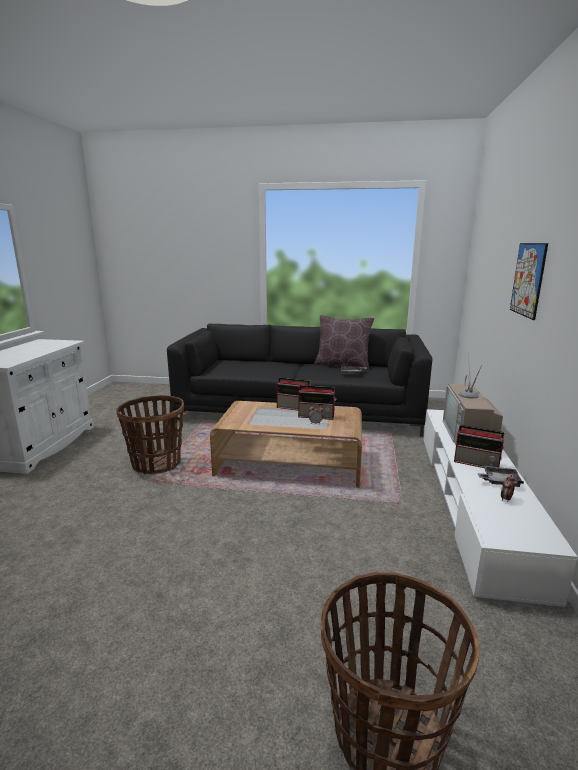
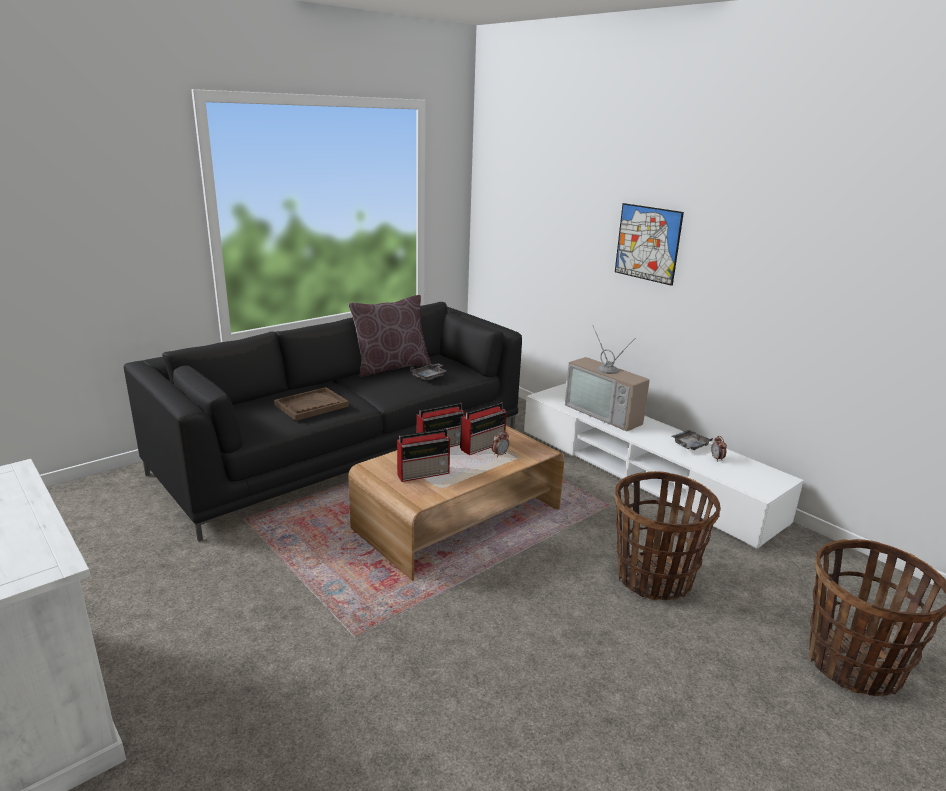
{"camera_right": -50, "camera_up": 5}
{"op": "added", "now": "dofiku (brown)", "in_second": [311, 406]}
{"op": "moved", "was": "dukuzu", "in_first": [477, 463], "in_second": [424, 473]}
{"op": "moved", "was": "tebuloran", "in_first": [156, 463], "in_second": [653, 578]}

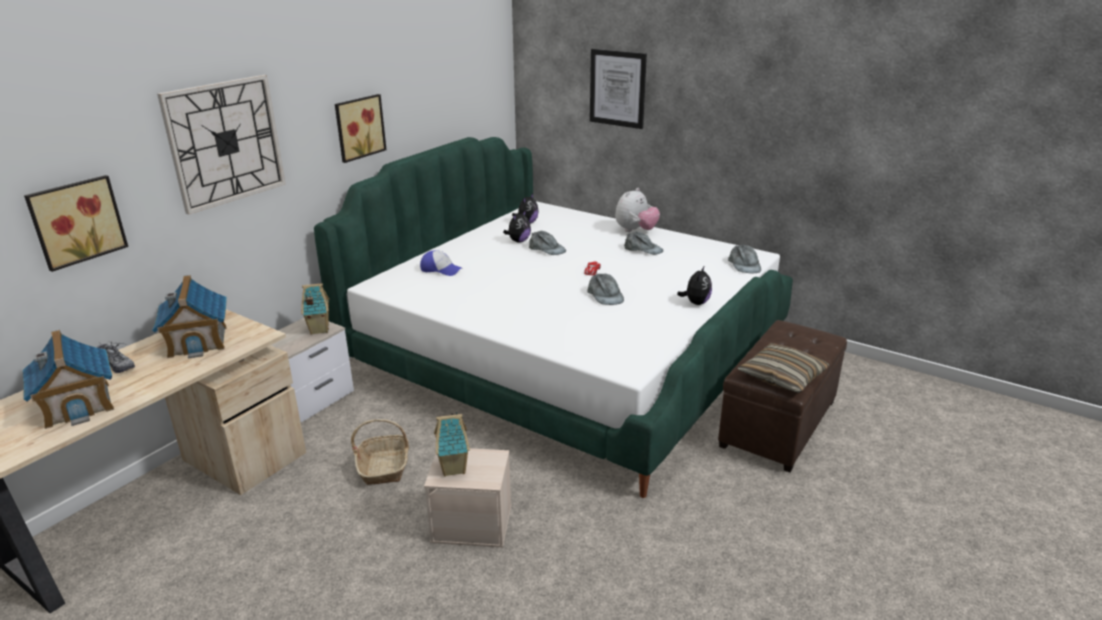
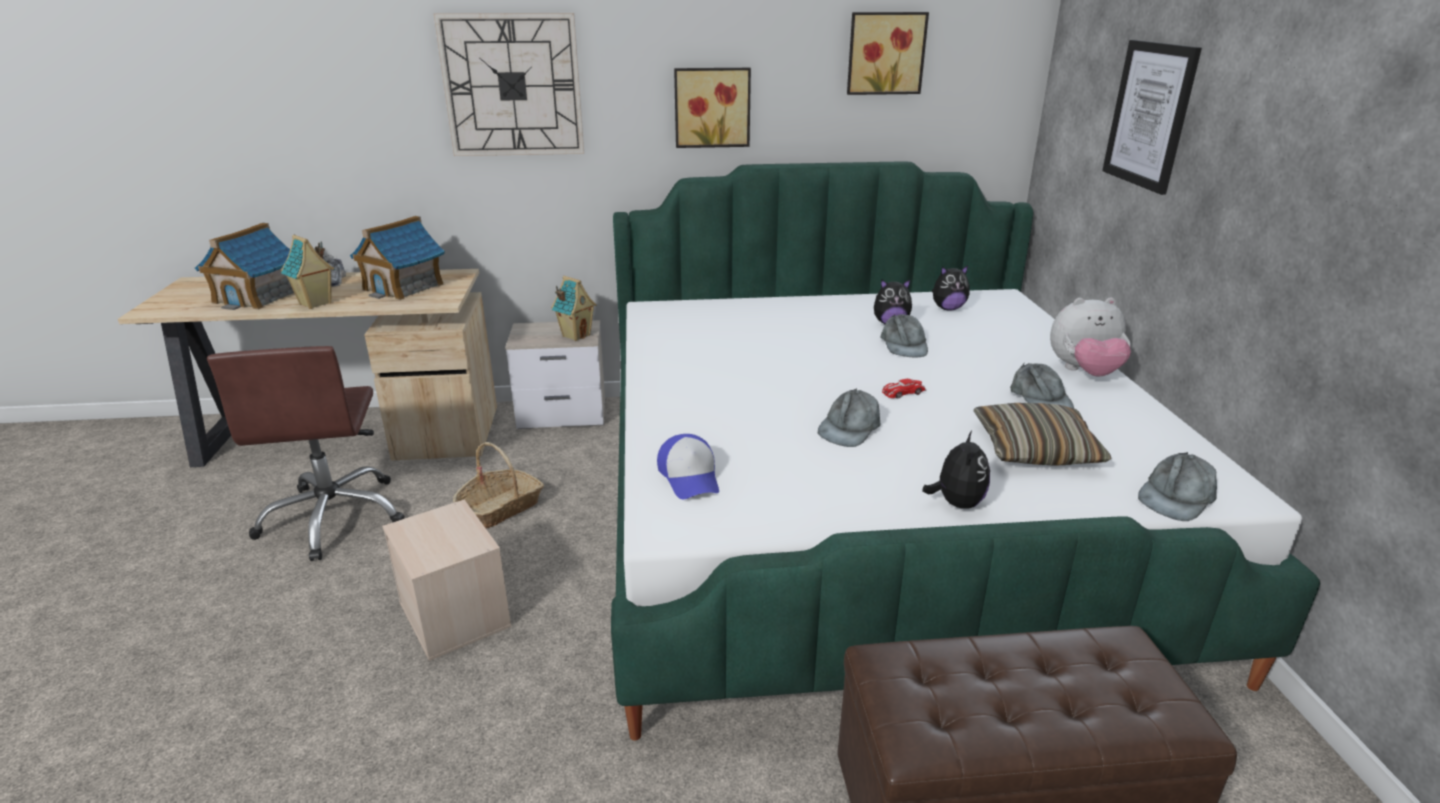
{"camera_right": 50, "camera_up": 0}
{"op": "added", "now": "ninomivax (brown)", "in_second": [334, 517]}
{"op": "moved", "was": "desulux", "in_first": [454, 468], "in_second": [315, 304]}
{"op": "moved", "was": "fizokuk", "in_first": [441, 269], "in_second": [690, 477]}
{"op": "moved", "was": "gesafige", "in_first": [76, 221], "in_second": [885, 53]}
{"op": "turned", "was": "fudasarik", "in_first": [696, 303], "in_second": [956, 503], "clockwise": -60}
{"op": "moved", "was": "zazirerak", "in_first": [782, 377], "in_second": [1035, 449]}

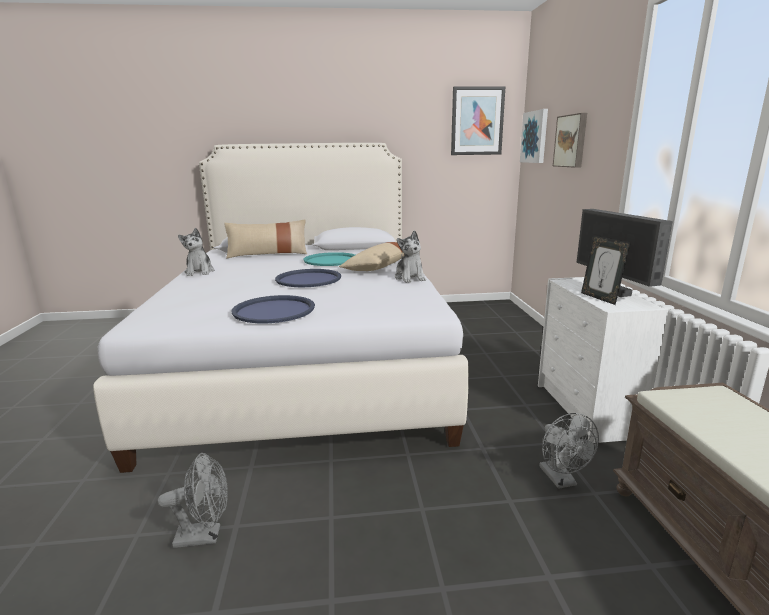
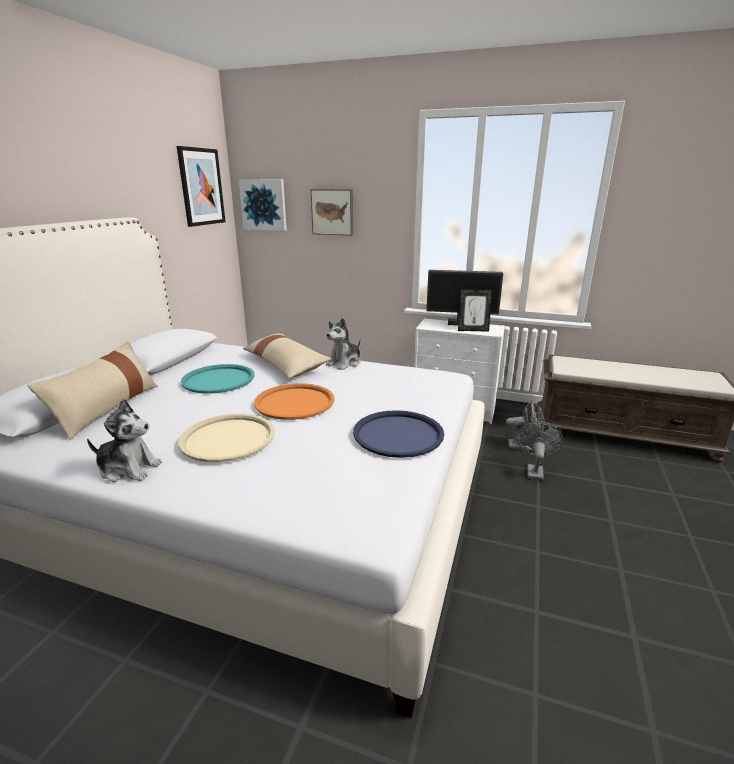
{"camera_right": -65, "camera_up": 5}
{"op": "added", "now": "dofiku (beige)", "in_second": [228, 438]}
{"op": "recoloured", "was": "dofiku (blue)", "now": "dofiku (orange)", "in_first": [308, 279], "in_second": [294, 402]}
{"op": "turned", "was": "fudasarik", "in_first": [410, 278], "in_second": [345, 363], "clockwise": 120}
{"op": "moved", "was": "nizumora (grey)", "in_first": [205, 535], "in_second": [534, 470]}

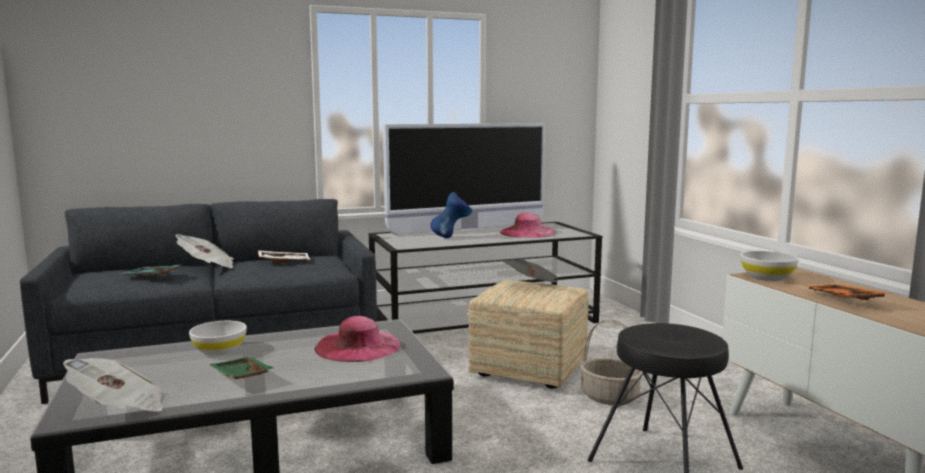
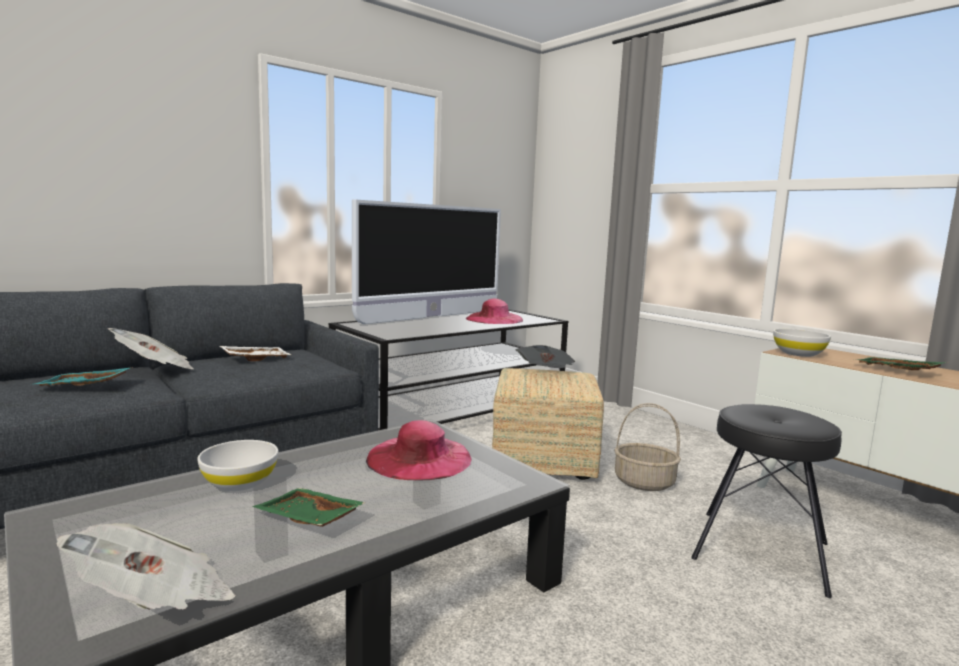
{"camera_right": -20, "camera_up": 0}
{"op": "recoloured", "was": "dofiku (orange)", "now": "dofiku (green)", "in_first": [843, 300], "in_second": [896, 371]}
{"op": "removed", "was": "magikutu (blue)", "in_first": [451, 237]}

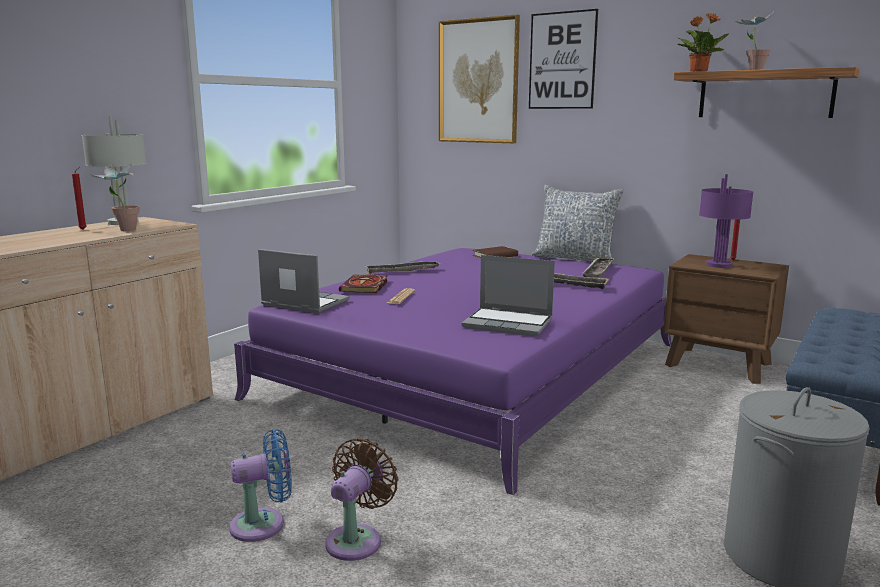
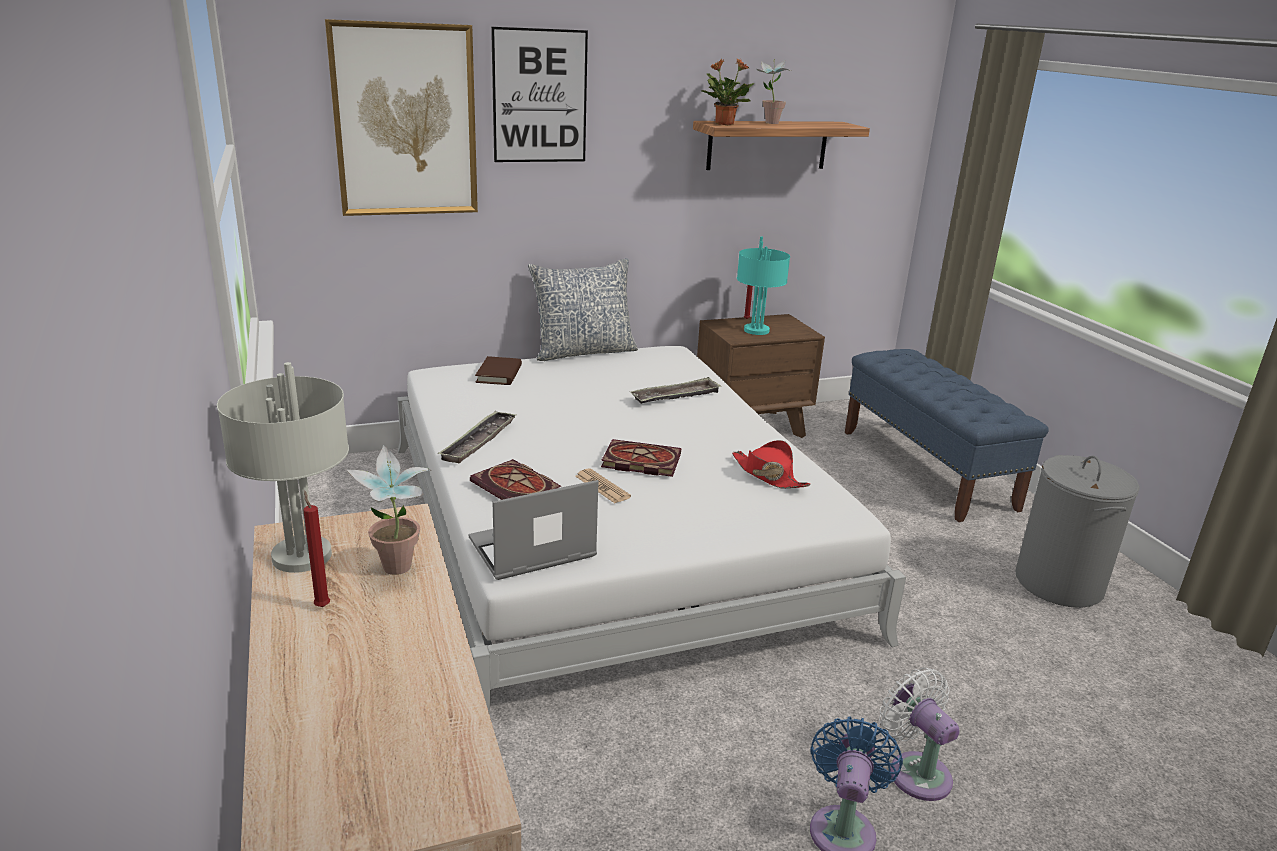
{"camera_right": -55, "camera_up": 10}
{"op": "recoloured", "was": "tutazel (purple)", "now": "tutazel (white)", "in_first": [475, 369], "in_second": [608, 533]}
{"op": "added", "now": "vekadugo", "in_second": [639, 461]}
{"op": "replaced", "was": "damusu", "now": "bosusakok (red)", "in_first": [509, 324], "in_second": [768, 475]}
{"op": "recoloured", "was": "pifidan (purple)", "now": "pifidan (turquoise)", "in_first": [720, 265], "in_second": [757, 330]}
{"op": "recoloured", "was": "nizumora (brown)", "now": "nizumora (white)", "in_first": [357, 539], "in_second": [915, 771]}
{"op": "removed", "was": "dofiku", "in_first": [598, 272]}

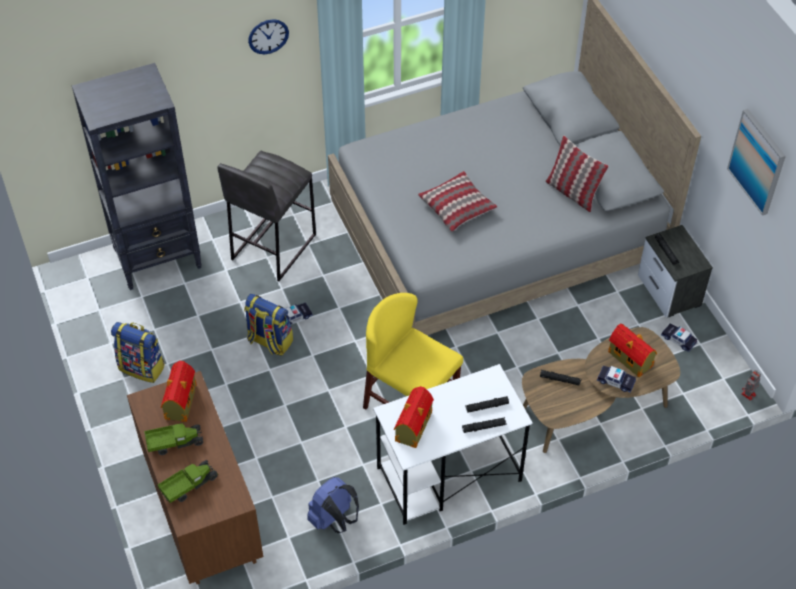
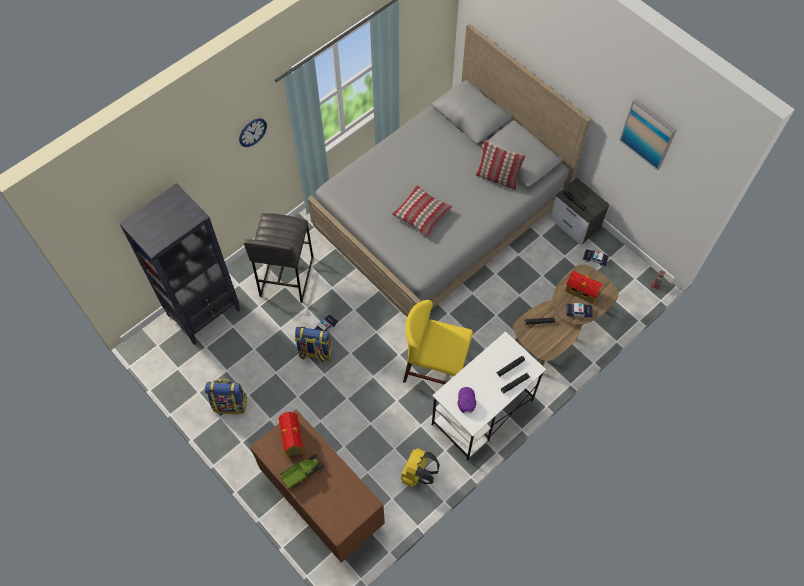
{"camera_right": -20, "camera_up": 10}
{"op": "recoloured", "was": "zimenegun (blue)", "now": "zimenegun (yellow)", "in_first": [334, 520], "in_second": [418, 474]}
{"op": "replaced", "was": "desulux", "now": "fizokuk (purple)", "in_first": [413, 427], "in_second": [466, 401]}
{"op": "removed", "was": "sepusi", "in_first": [189, 485]}

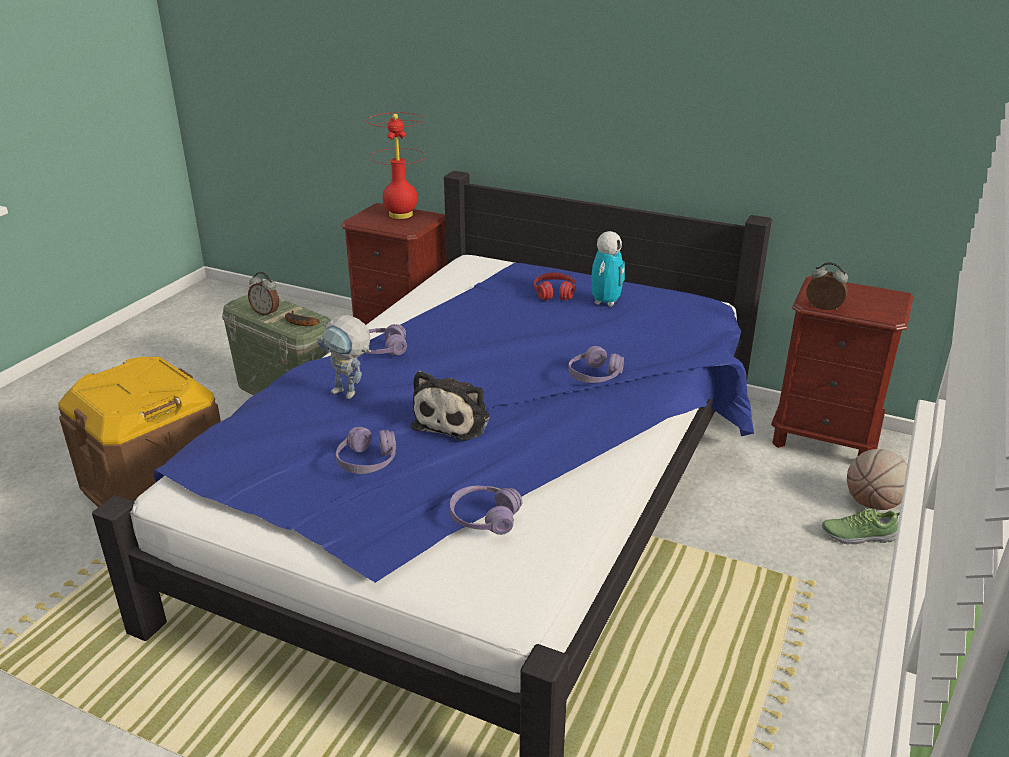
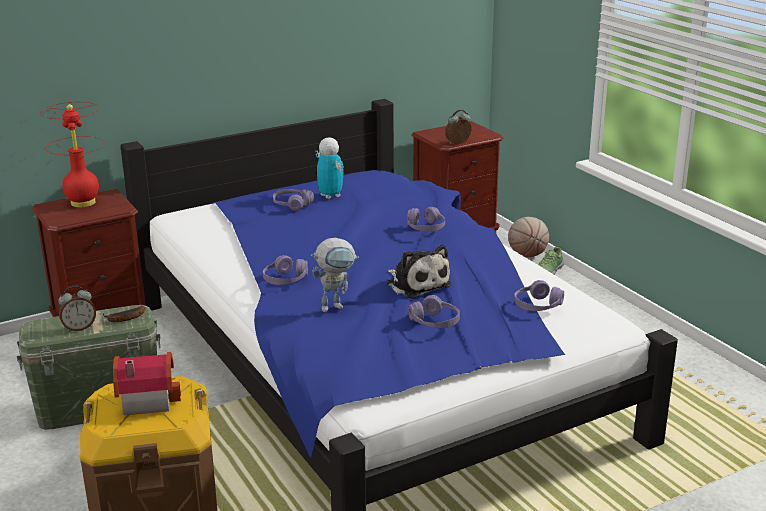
{"camera_right": -55, "camera_up": -5}
{"op": "added", "now": "desulux", "in_second": [146, 399]}
{"op": "recoloured", "was": "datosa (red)", "now": "datosa (purple)", "in_first": [554, 293], "in_second": [292, 205]}

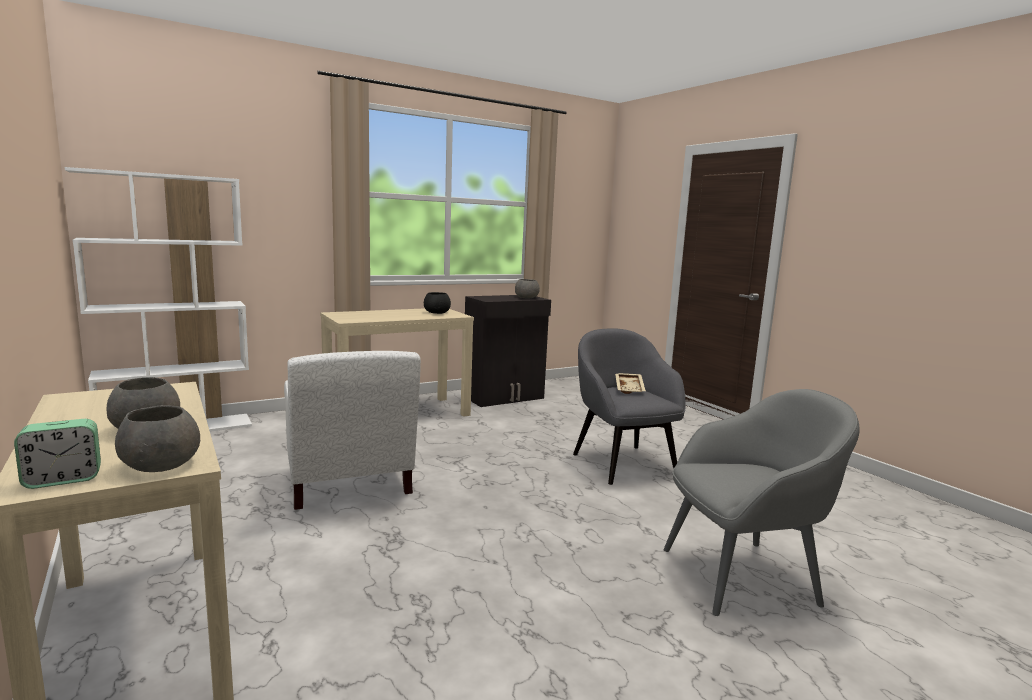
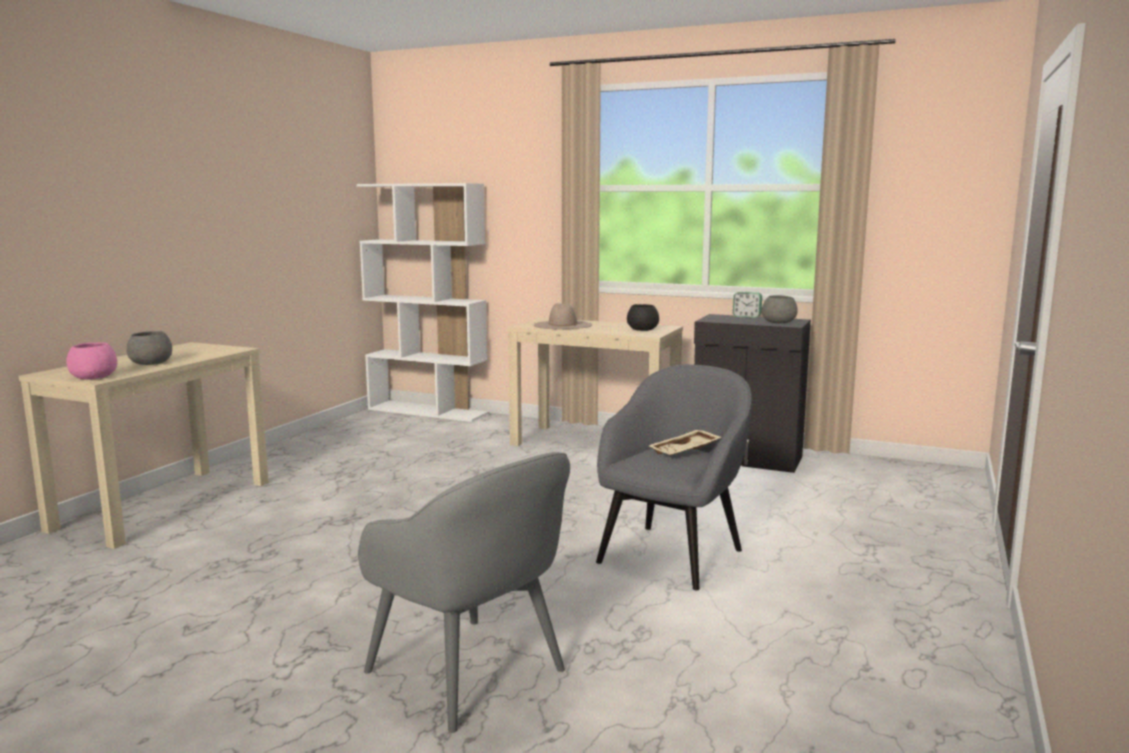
{"camera_right": 55, "camera_up": 0}
{"op": "recoloured", "was": "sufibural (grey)", "now": "sufibural (pink)", "in_first": [161, 465], "in_second": [93, 377]}
{"op": "added", "now": "bosusakok (beige)", "in_second": [562, 325]}
{"op": "moved", "was": "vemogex", "in_first": [63, 479], "in_second": [746, 316]}
{"op": "removed", "was": "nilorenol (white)", "in_first": [348, 485]}

